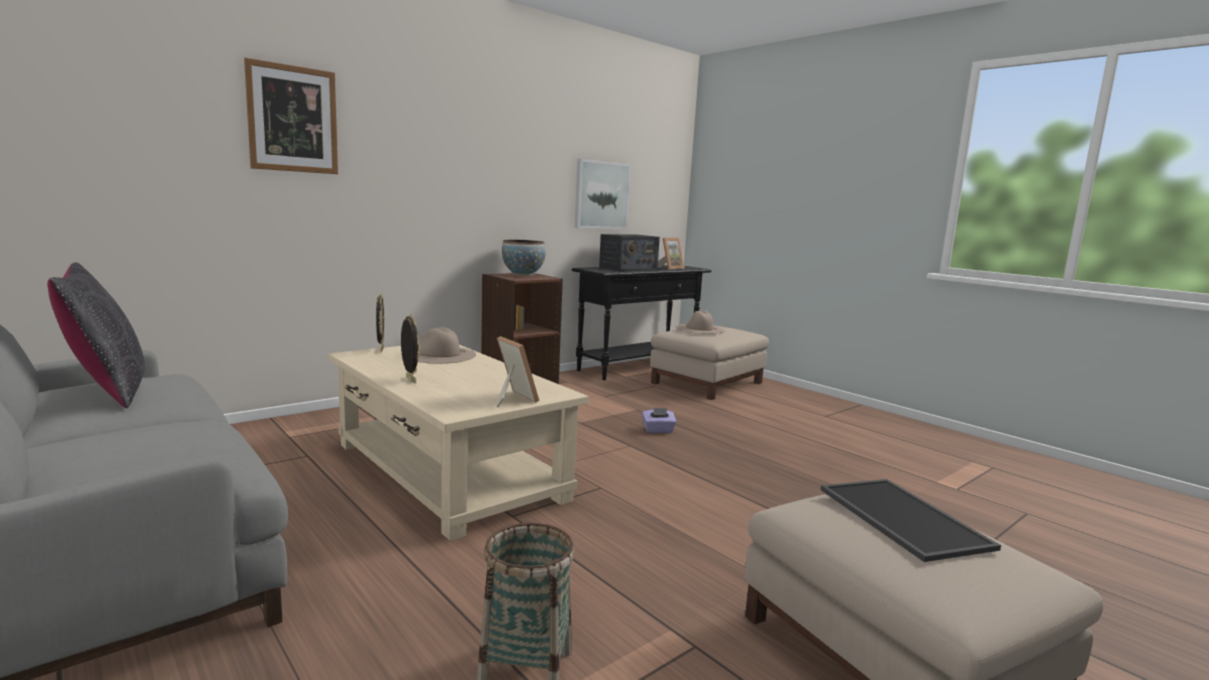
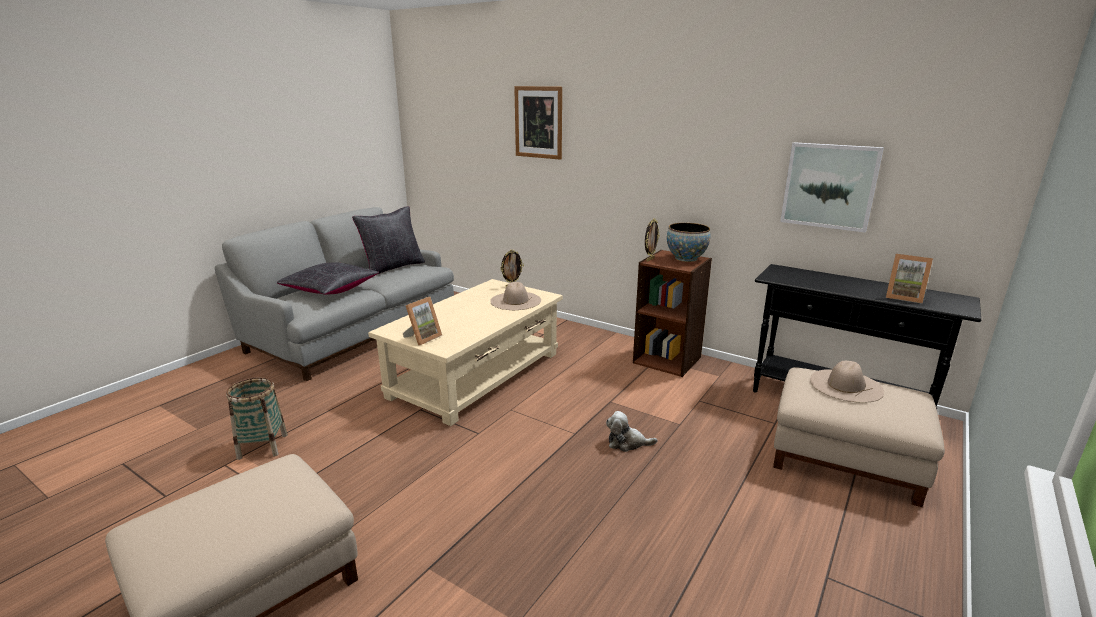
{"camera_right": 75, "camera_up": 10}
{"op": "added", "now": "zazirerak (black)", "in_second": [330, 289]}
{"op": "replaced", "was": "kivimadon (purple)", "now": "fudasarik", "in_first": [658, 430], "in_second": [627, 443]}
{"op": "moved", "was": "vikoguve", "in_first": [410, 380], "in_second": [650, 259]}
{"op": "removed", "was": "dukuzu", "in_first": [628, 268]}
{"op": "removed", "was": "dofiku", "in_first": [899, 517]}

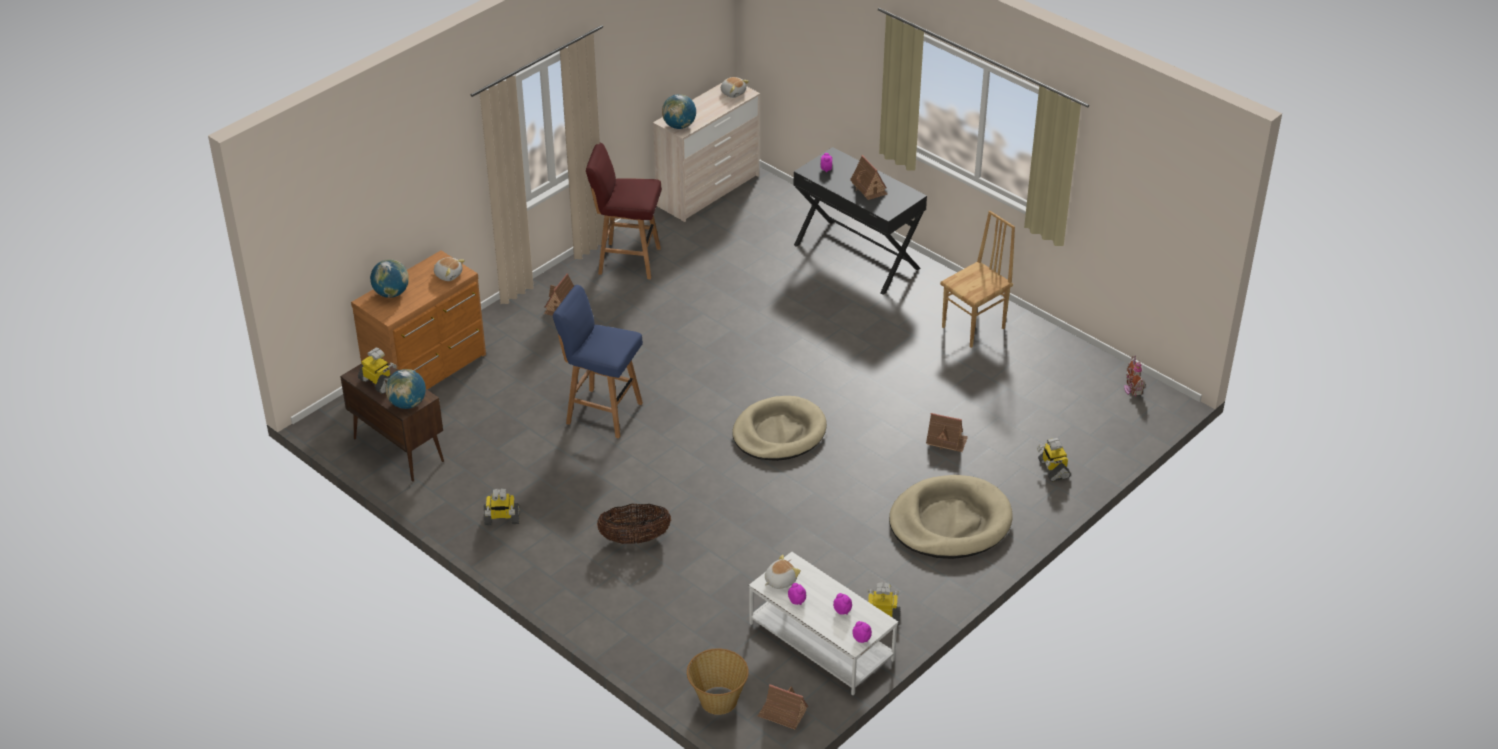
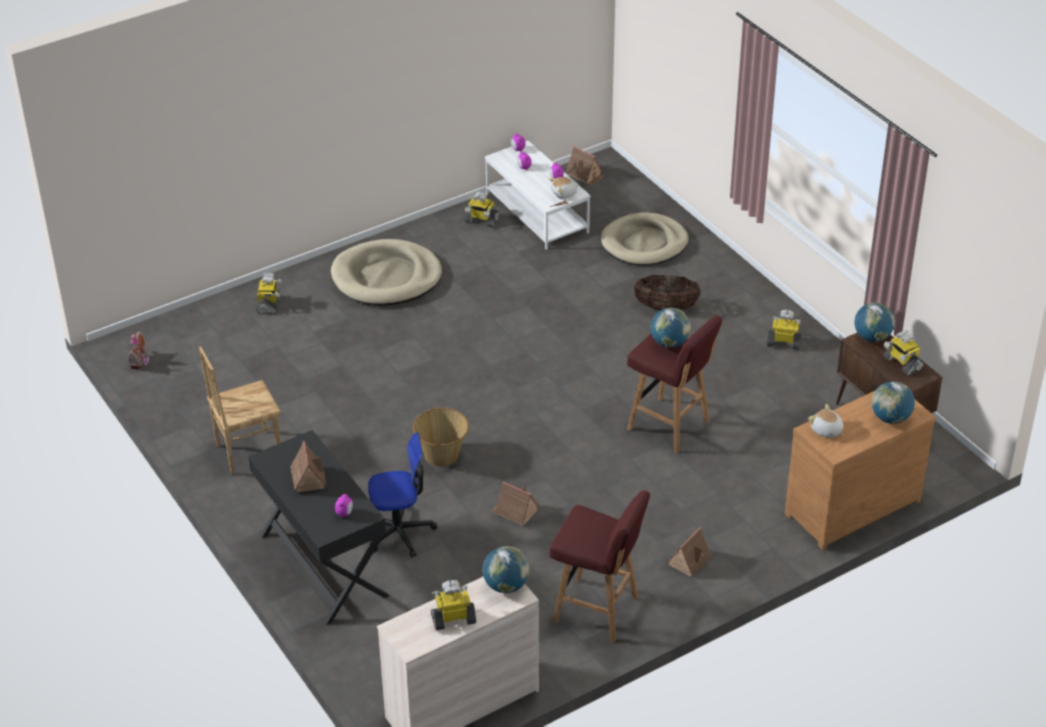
{"camera_right": -165, "camera_up": 0}
{"op": "added", "now": "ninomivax", "in_second": [399, 532]}
{"op": "moved", "was": "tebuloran", "in_first": [718, 700], "in_second": [442, 455]}
{"op": "added", "now": "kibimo", "in_second": [453, 619]}
{"op": "moved", "was": "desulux", "in_first": [946, 440], "in_second": [515, 511]}
{"op": "moved", "was": "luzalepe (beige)", "in_first": [779, 432], "in_second": [644, 243]}
{"op": "recoloured", "was": "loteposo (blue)", "now": "loteposo (red)", "in_first": [602, 412], "in_second": [670, 426]}
{"op": "added", "now": "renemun", "in_second": [669, 343]}
{"op": "removed", "was": "fudasarik", "in_first": [733, 93]}

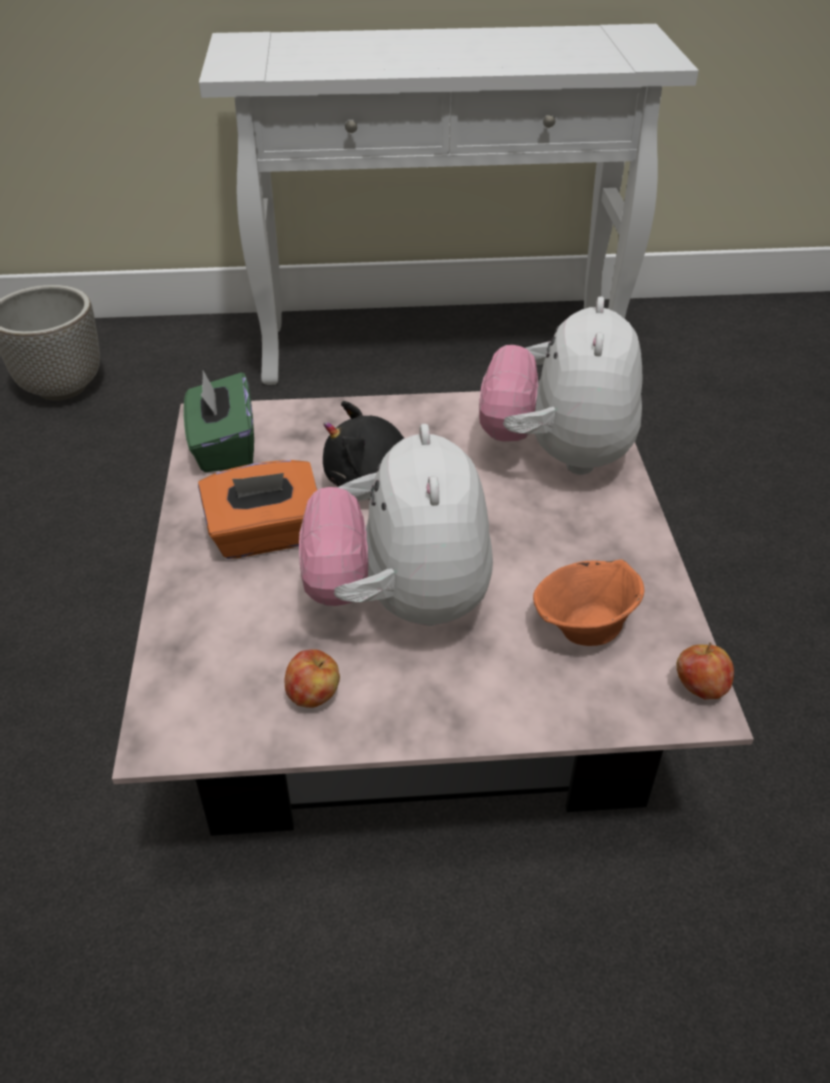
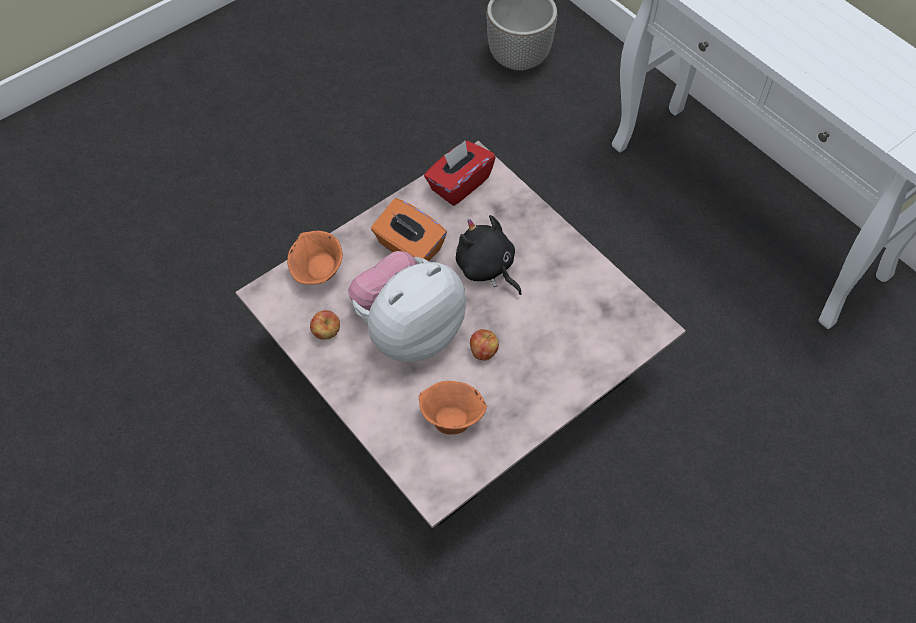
{"camera_right": 55, "camera_up": 15}
{"op": "added", "now": "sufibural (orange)", "in_second": [318, 273]}
{"op": "recoloured", "was": "kivimadon (green)", "now": "kivimadon (red)", "in_first": [223, 447], "in_second": [459, 184]}
{"op": "moved", "was": "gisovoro", "in_first": [699, 688], "in_second": [483, 352]}
{"op": "removed", "was": "fudasarik", "in_first": [557, 454]}

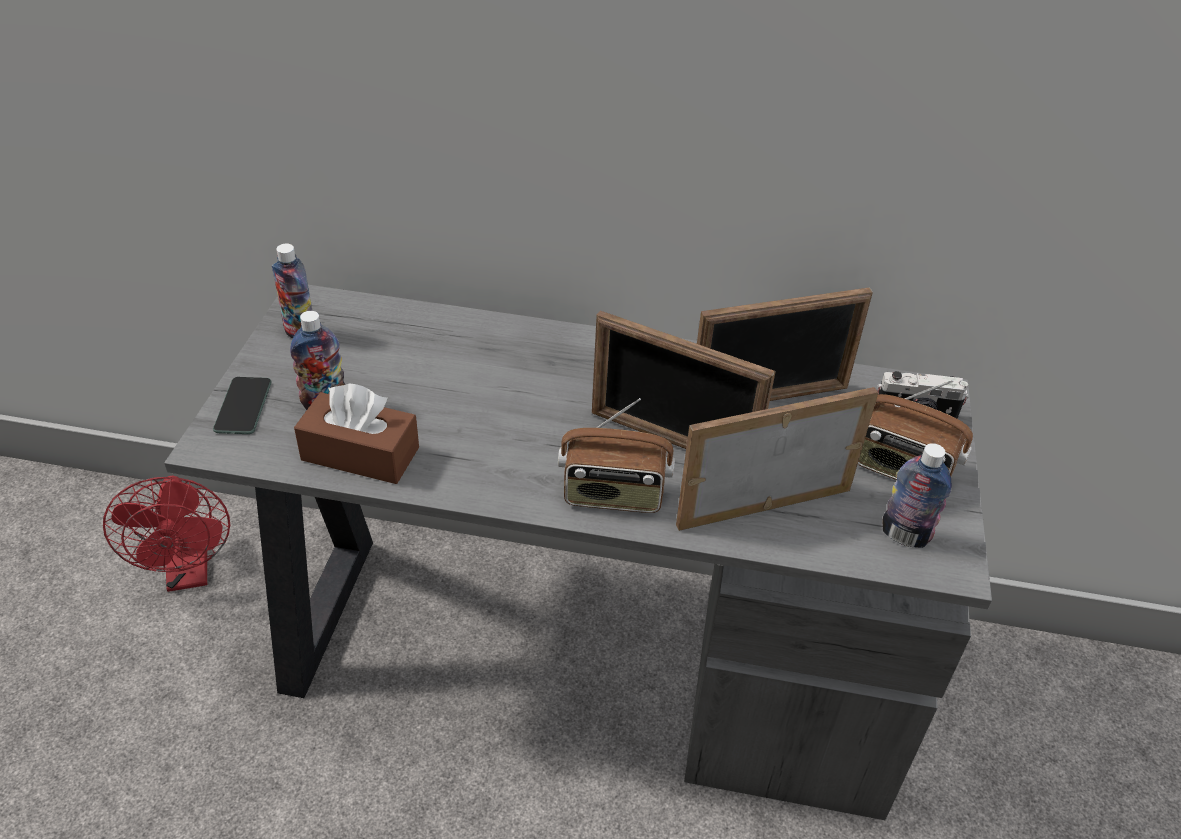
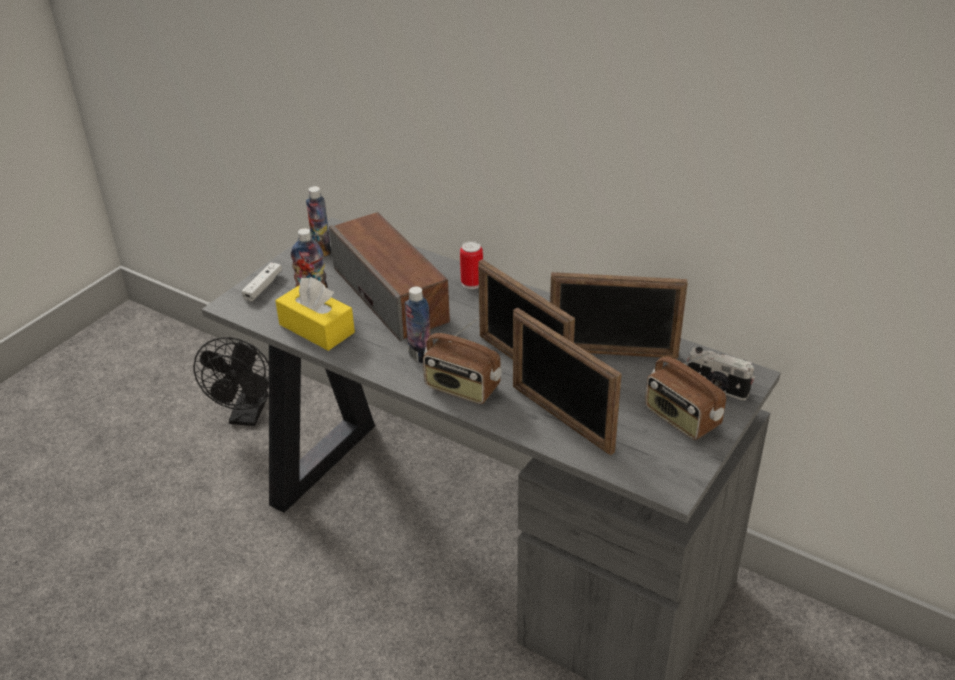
{"camera_right": 25, "camera_up": -5}
{"op": "recoloured", "was": "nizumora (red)", "now": "nizumora (black)", "in_first": [189, 573], "in_second": [247, 416]}
{"op": "replaced", "was": "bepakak", "now": "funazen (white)", "in_first": [243, 406], "in_second": [263, 286]}
{"op": "recoloured", "was": "kivimadon (brown)", "now": "kivimadon (yellow)", "in_first": [360, 454], "in_second": [316, 328]}
{"op": "added", "now": "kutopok", "in_second": [391, 294]}
{"op": "moved", "was": "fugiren", "in_first": [905, 535], "in_second": [420, 355]}
{"op": "added", "now": "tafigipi", "in_second": [472, 283]}
{"op": "turned", "was": "vikoguve", "in_first": [763, 506], "in_second": [561, 418], "clockwise": -135}

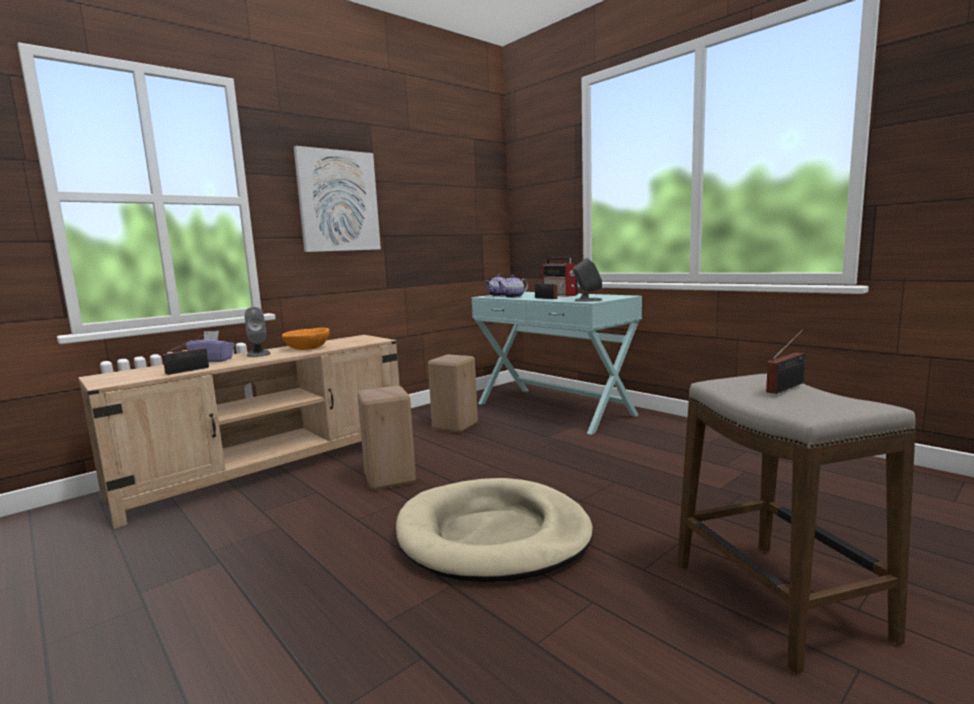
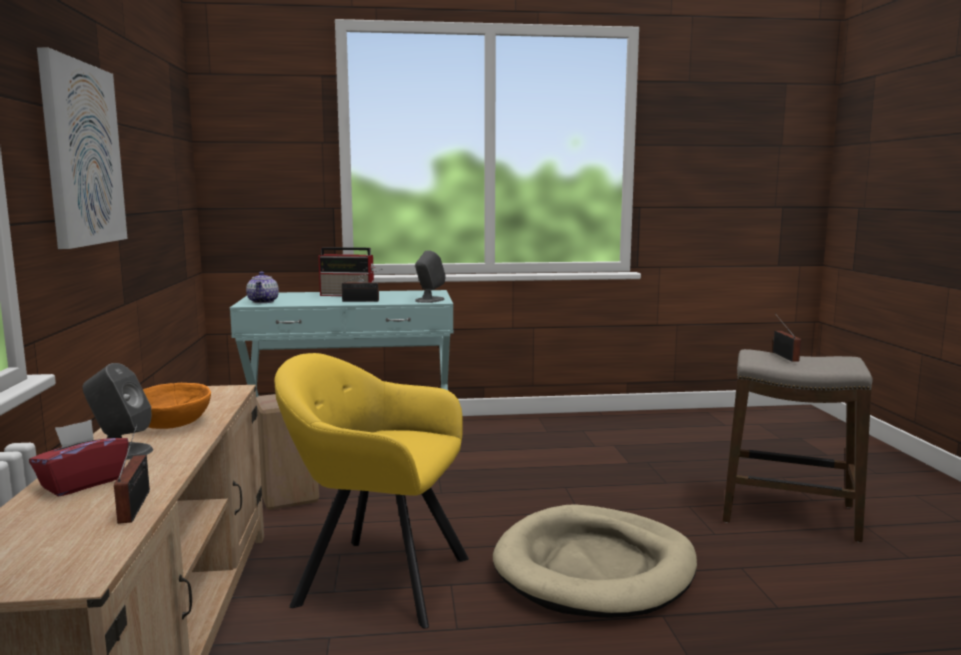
{"camera_right": -55, "camera_up": 0}
{"op": "recoloured", "was": "kivimadon (purple)", "now": "kivimadon (red)", "in_first": [213, 360], "in_second": [82, 483]}
{"op": "replaced", "was": "loteposo (beige)", "now": "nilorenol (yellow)", "in_first": [391, 478], "in_second": [376, 578]}
{"op": "removed", "was": "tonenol", "in_first": [513, 297]}

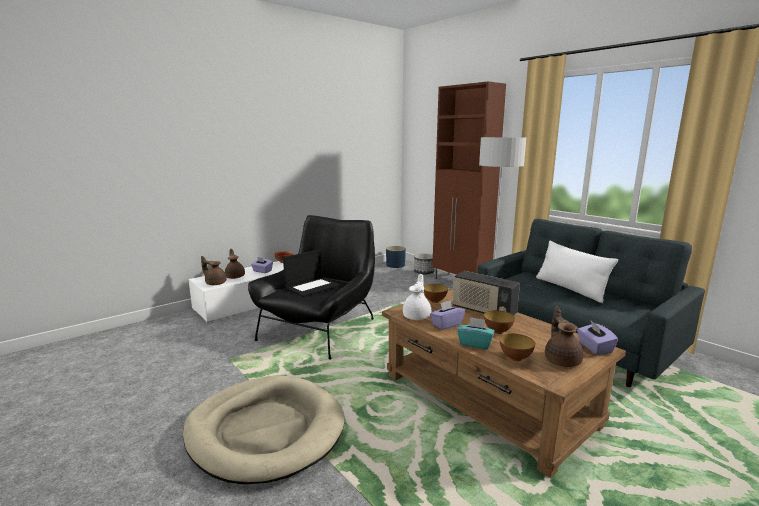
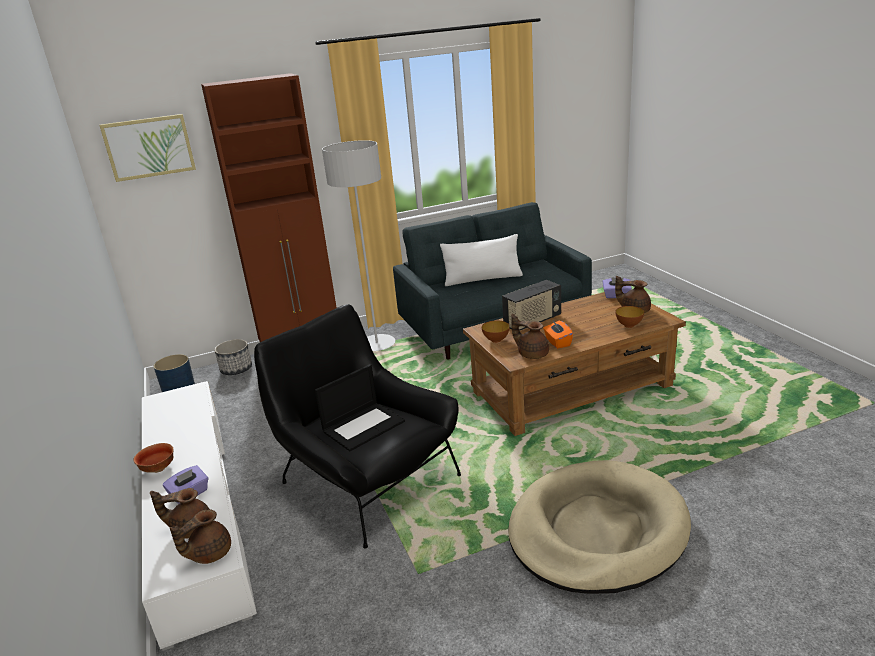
{"camera_right": -70, "camera_up": 10}
{"op": "added", "now": "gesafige", "in_second": [149, 147]}
{"op": "turned", "was": "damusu", "in_first": [312, 287], "in_second": [363, 426], "clockwise": 75}
{"op": "recoloured", "was": "tonenol (white)", "now": "tonenol (brown)", "in_first": [417, 316], "in_second": [532, 354]}
{"op": "recoloured", "was": "kivimadon (purple)", "now": "kivimadon (orange)", "in_first": [446, 324], "in_second": [557, 342]}
{"op": "removed", "was": "kivimadon (turquoise)", "in_first": [475, 344]}
{"op": "removed", "was": "sufibural", "in_first": [497, 331]}

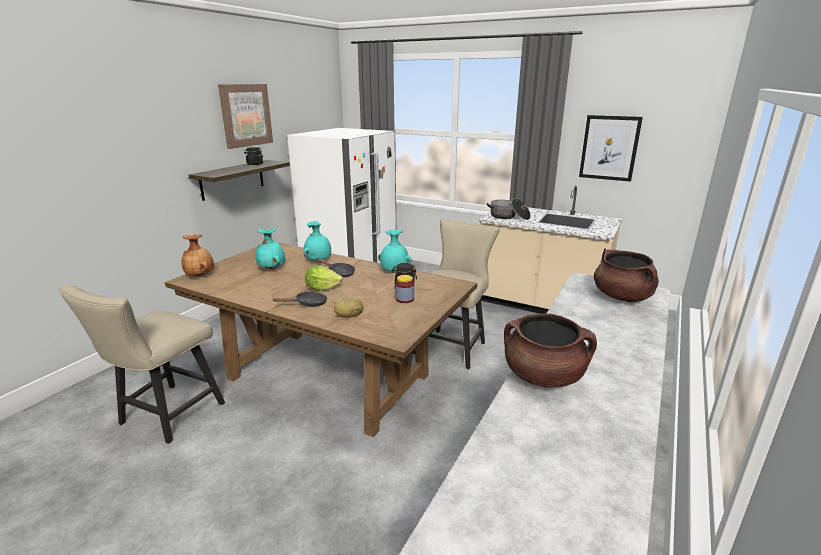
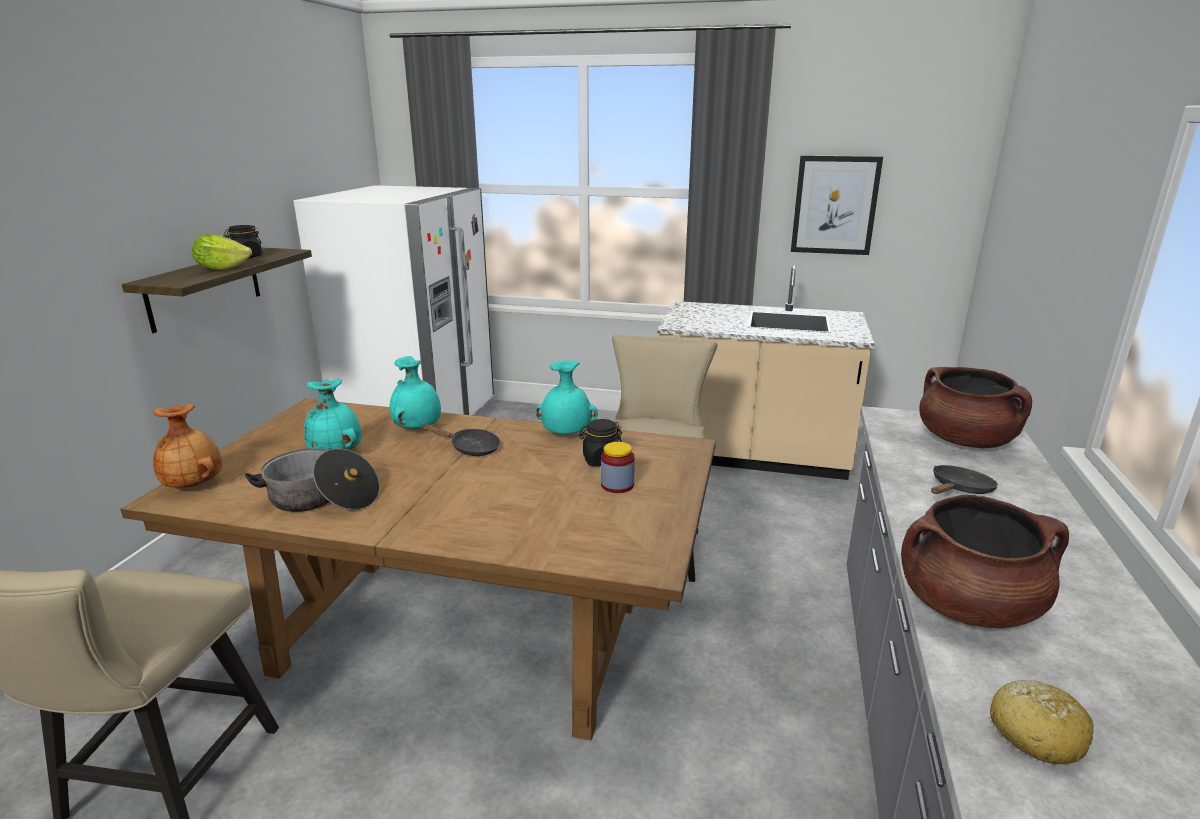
{"camera_right": -15, "camera_up": 0}
{"op": "moved", "was": "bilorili", "in_first": [322, 288], "in_second": [222, 268]}
{"op": "moved", "was": "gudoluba", "in_first": [509, 217], "in_second": [321, 499]}
{"op": "moved", "was": "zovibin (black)", "in_first": [308, 304], "in_second": [959, 490]}
{"op": "moved", "was": "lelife", "in_first": [348, 312], "in_second": [1036, 733]}
{"op": "removed", "was": "gesafige", "in_first": [245, 115]}

